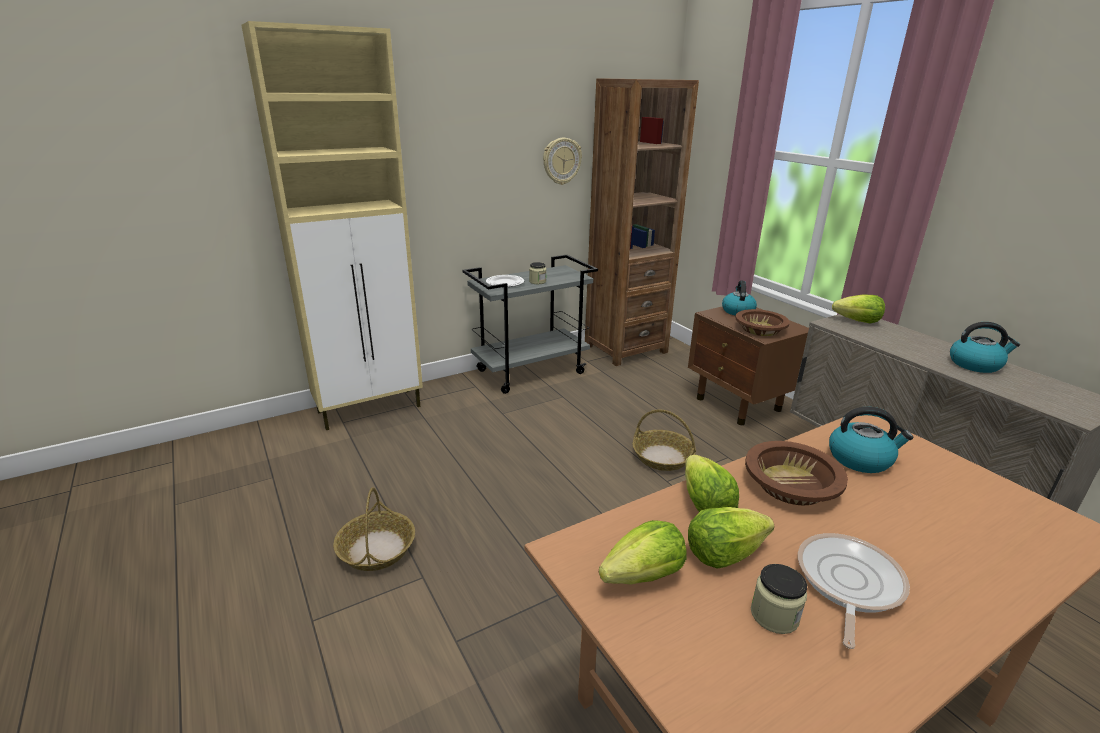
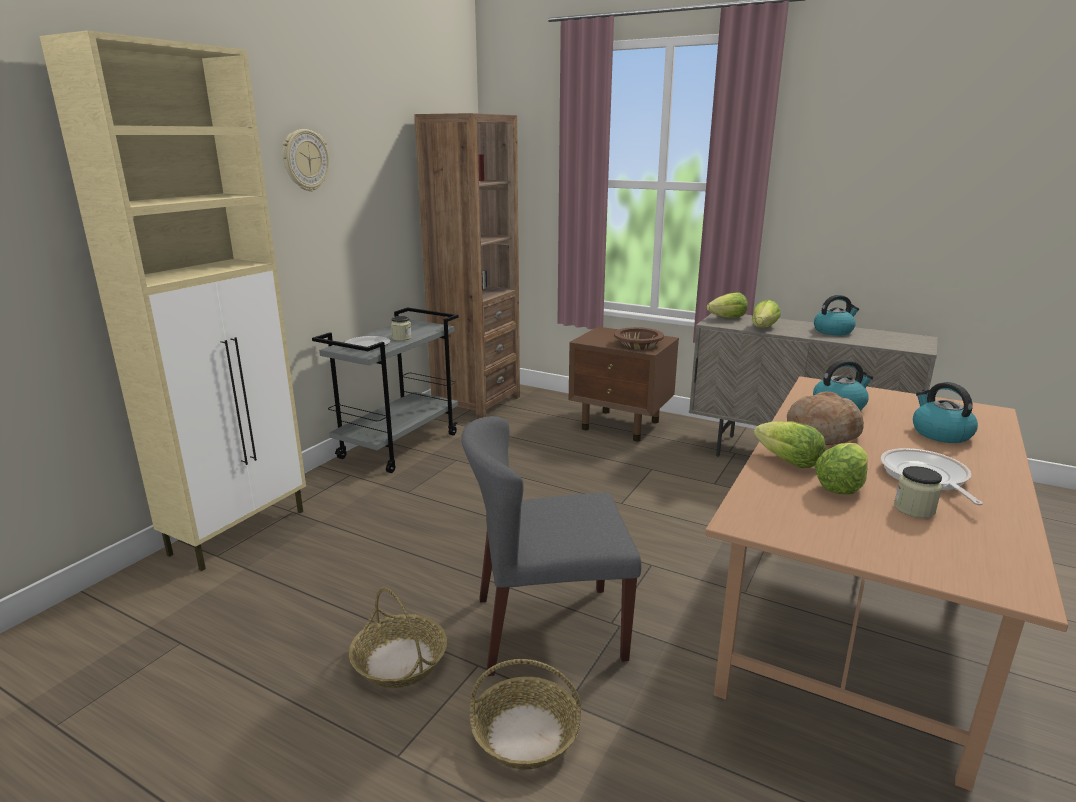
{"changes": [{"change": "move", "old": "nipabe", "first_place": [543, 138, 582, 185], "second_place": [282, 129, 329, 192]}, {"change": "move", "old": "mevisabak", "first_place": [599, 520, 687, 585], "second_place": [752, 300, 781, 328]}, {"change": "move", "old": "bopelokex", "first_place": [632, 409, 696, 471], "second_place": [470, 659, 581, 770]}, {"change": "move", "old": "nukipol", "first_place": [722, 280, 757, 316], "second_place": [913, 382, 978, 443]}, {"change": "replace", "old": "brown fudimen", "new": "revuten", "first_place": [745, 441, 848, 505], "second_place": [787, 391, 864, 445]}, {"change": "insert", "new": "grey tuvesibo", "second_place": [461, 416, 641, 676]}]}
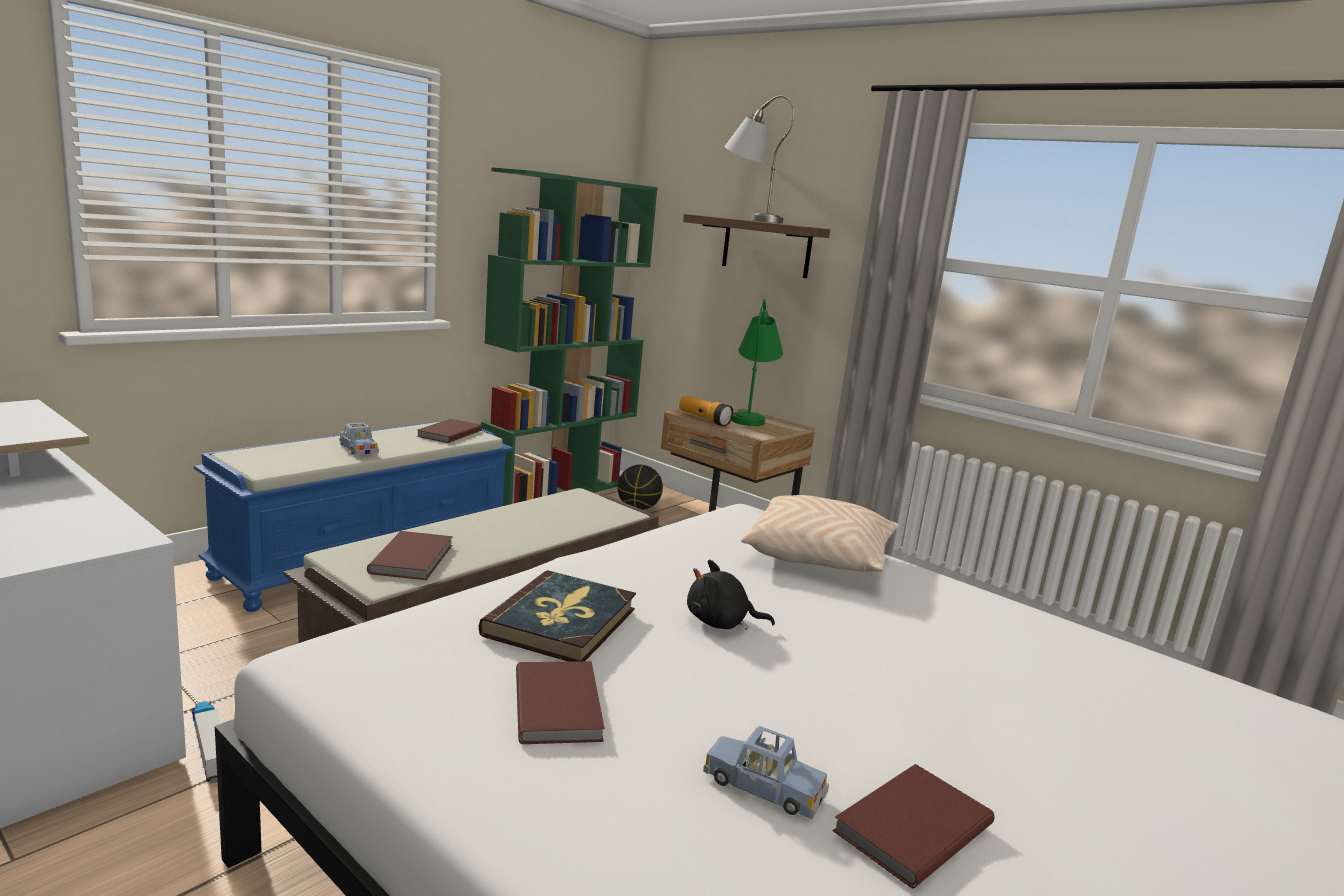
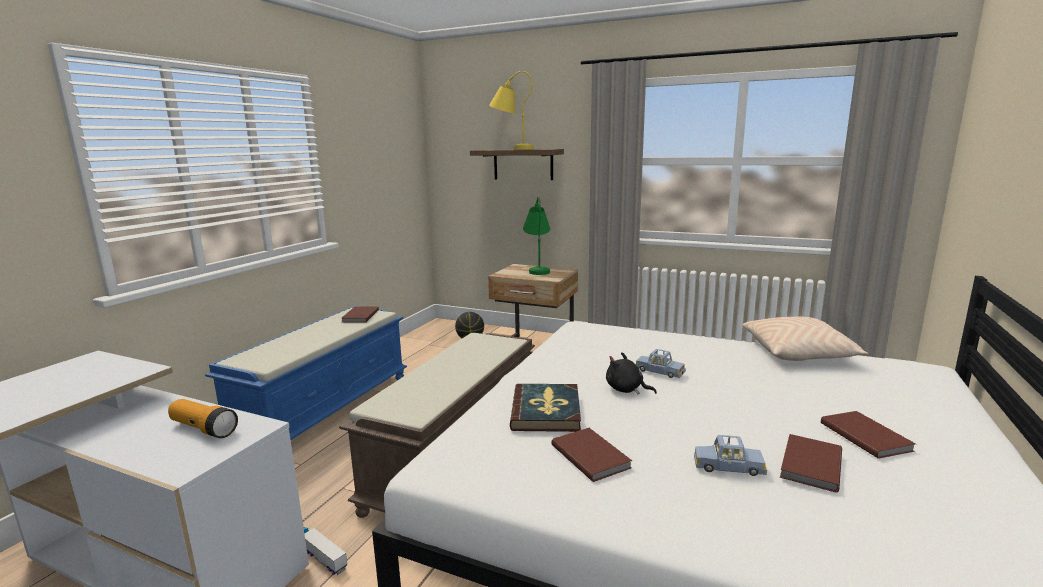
{"changes": [{"change": "move", "old": "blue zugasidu", "first_place": [339, 423, 379, 455], "second_place": [636, 349, 686, 378]}, {"change": "move", "old": "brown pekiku", "first_place": [367, 531, 453, 580], "second_place": [821, 411, 916, 459]}, {"change": "delete", "old": "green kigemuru", "first_place": [481, 167, 658, 506]}, {"change": "move", "old": "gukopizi", "first_place": [679, 396, 733, 426], "second_place": [168, 399, 238, 438]}, {"change": "rotate", "old": "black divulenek", "first_place": [687, 560, 775, 630], "second_place": [606, 352, 657, 394], "degrees": 45}, {"change": "recolor", "old": "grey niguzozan", "new": "yellow niguzozan", "first_place": [725, 95, 794, 224], "second_place": [489, 71, 534, 150]}, {"change": "move", "old": "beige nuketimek", "first_place": [741, 495, 900, 573], "second_place": [743, 317, 868, 361]}]}
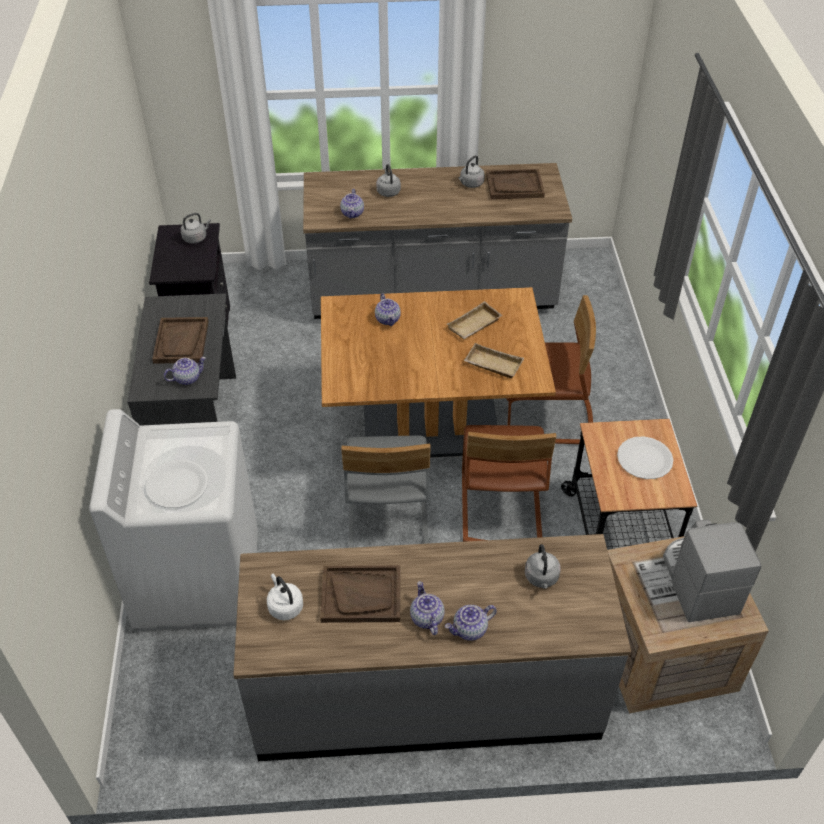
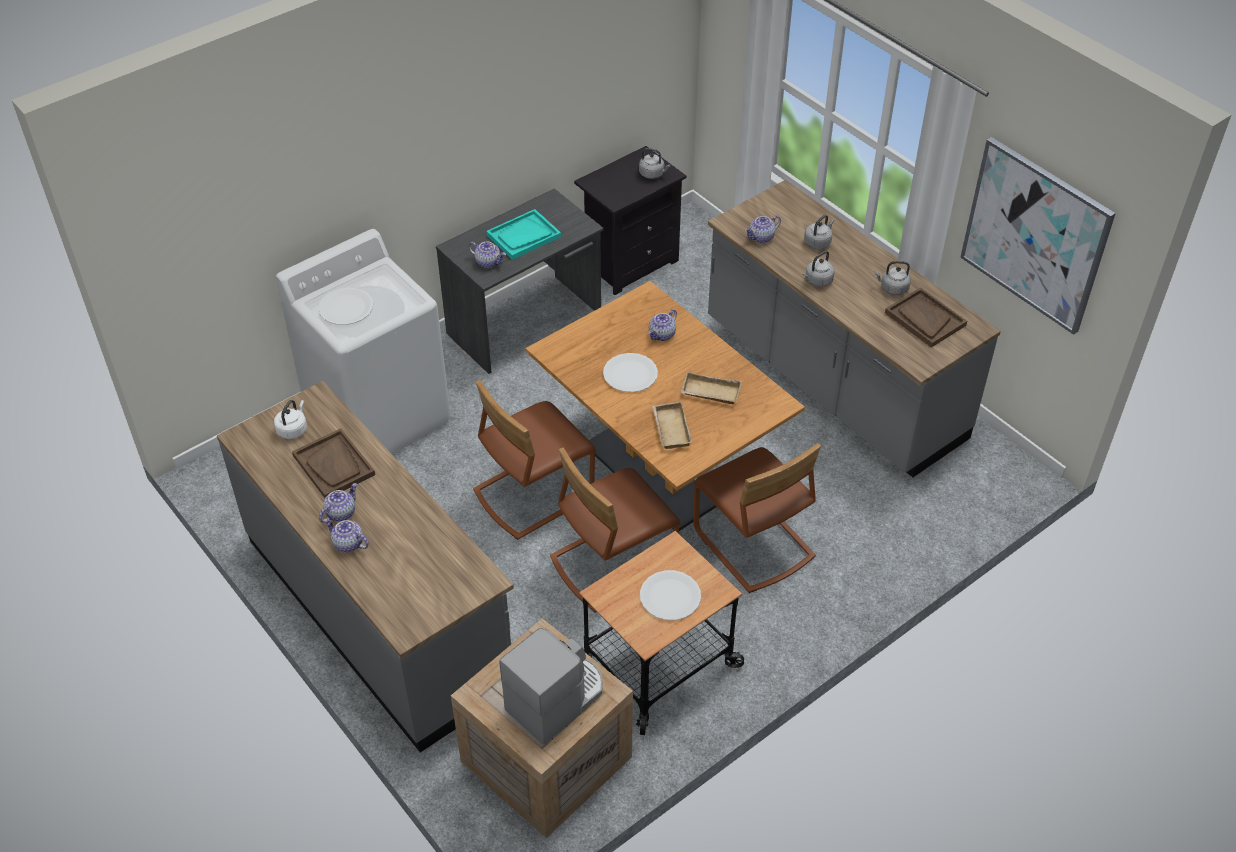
{"changes": [{"change": "recolor", "old": "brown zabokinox", "new": "turquoise zabokinox", "first_place": [152, 317, 209, 364], "second_place": [486, 209, 561, 260]}, {"change": "recolor", "old": "grey tuvesibo", "new": "brown tuvesibo", "first_place": [341, 436, 431, 548], "second_place": [473, 380, 596, 540]}, {"change": "move", "old": "grey nukipol", "first_place": [525, 544, 561, 589], "second_place": [803, 251, 834, 287]}, {"change": "insert", "new": "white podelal", "second_place": [603, 353, 658, 392]}, {"change": "insert", "new": "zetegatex", "second_place": [960, 137, 1116, 335]}]}
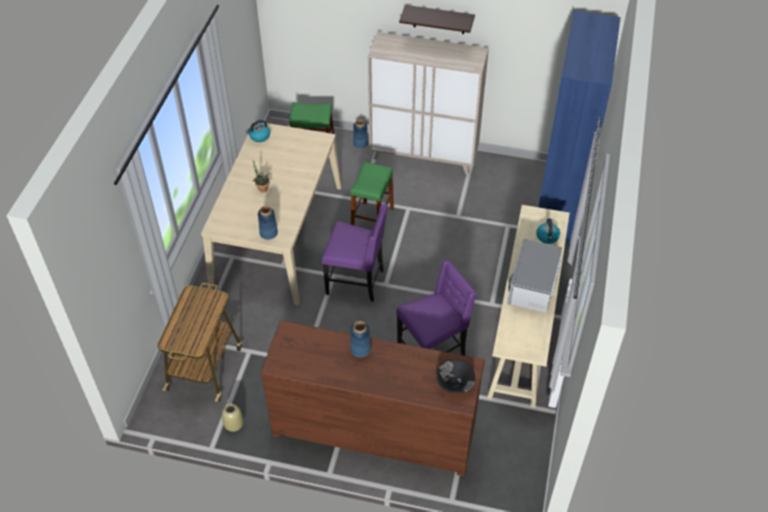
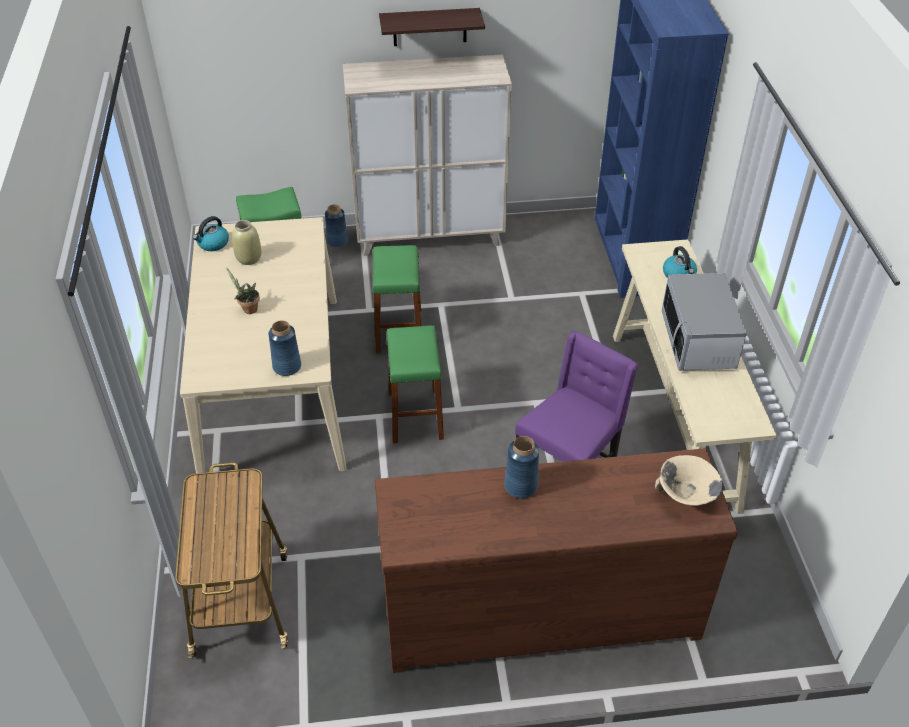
{"changes": [{"change": "move", "old": "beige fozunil", "first_place": [222, 404, 243, 432], "second_place": [232, 220, 262, 265]}, {"change": "replace", "old": "purple tuvesibo", "new": "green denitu", "first_place": [322, 204, 388, 302], "second_place": [386, 326, 444, 443]}, {"change": "recolor", "old": "black fudimen", "new": "beige fudimen", "first_place": [436, 359, 475, 393], "second_place": [655, 455, 723, 506]}]}
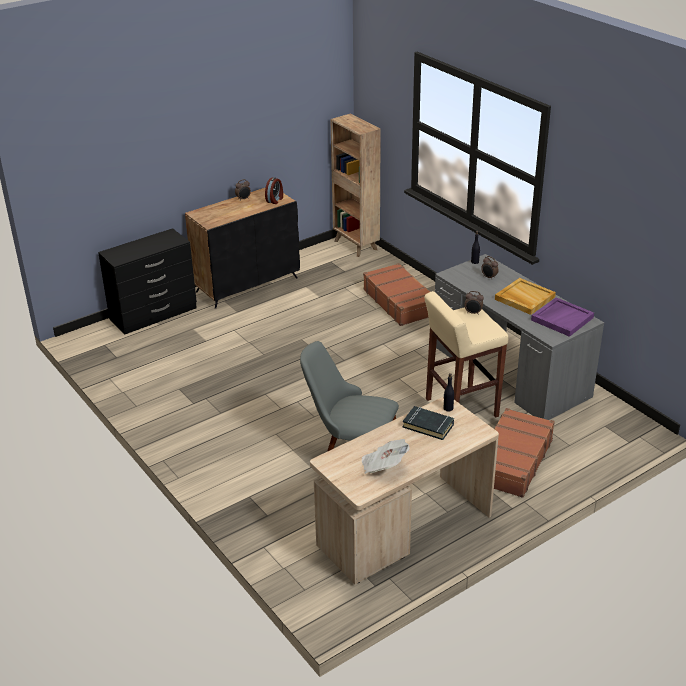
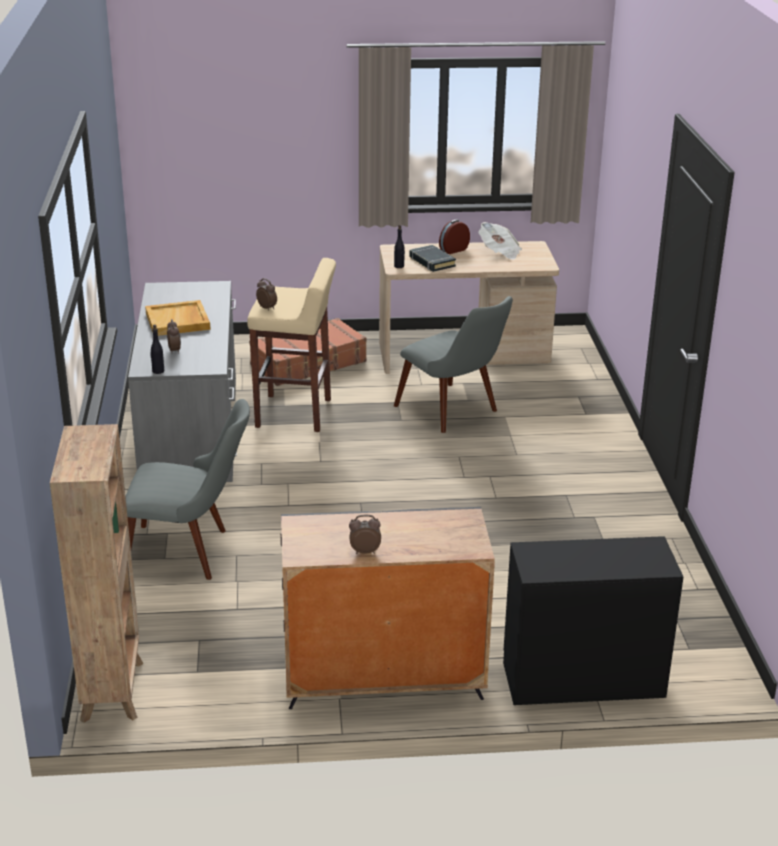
{"changes": [{"change": "move", "old": "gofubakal", "first_place": [265, 177, 283, 204], "second_place": [439, 220, 470, 254]}, {"change": "replace", "old": "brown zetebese", "new": "grey tuvesibo", "first_place": [363, 263, 430, 326], "second_place": [125, 399, 250, 580]}, {"change": "delete", "old": "purple zabokinox", "first_place": [531, 298, 594, 337]}]}
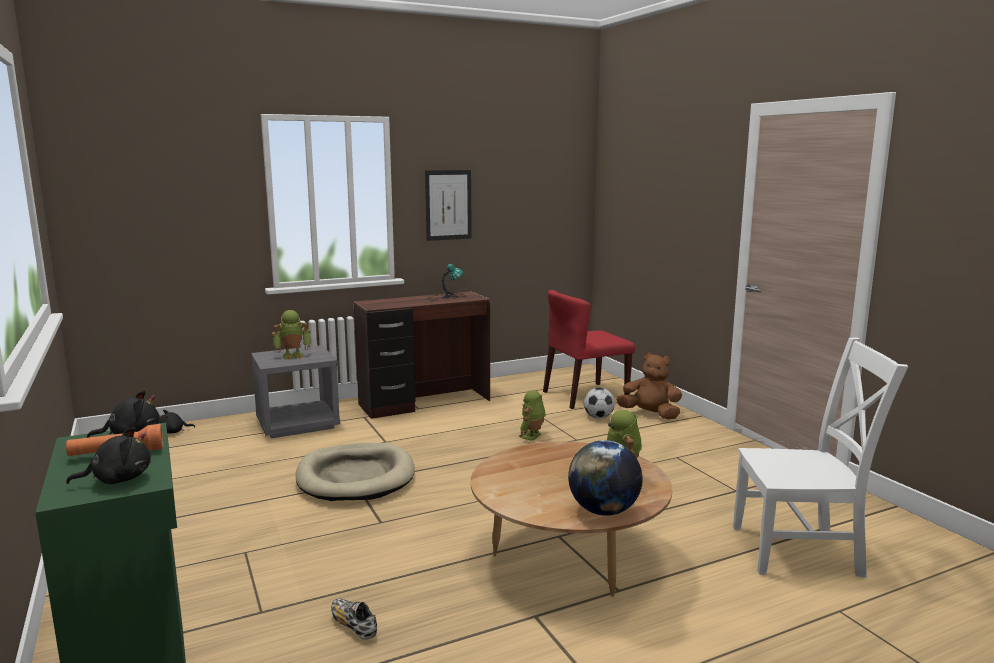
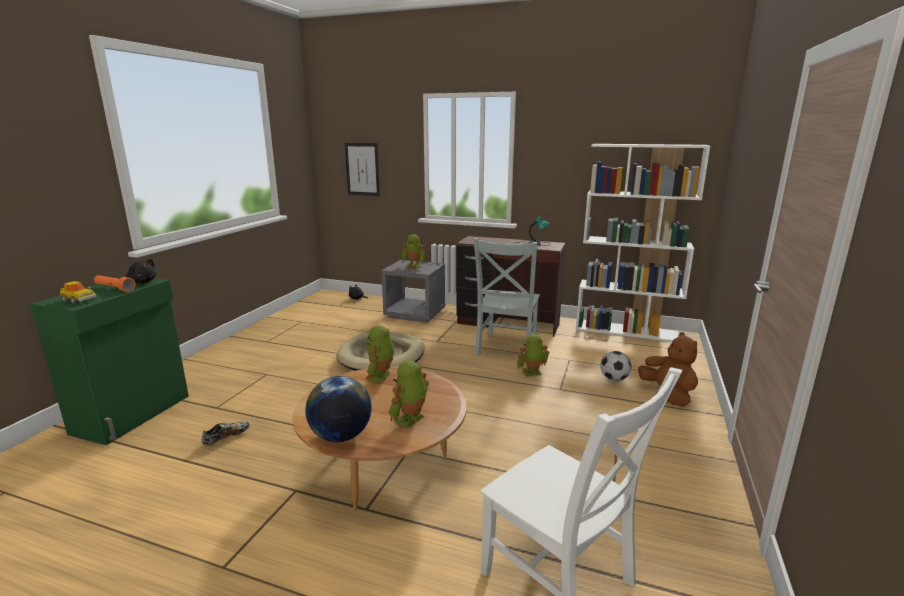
{"changes": [{"change": "replace", "old": "black divulenek", "new": "zugasidu", "first_place": [66, 427, 151, 484], "second_place": [60, 281, 96, 304]}, {"change": "rotate", "old": "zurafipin", "first_place": [331, 598, 377, 640], "second_place": [201, 421, 250, 446], "degrees": 45}, {"change": "move", "old": "zetegatex", "first_place": [425, 170, 472, 241], "second_place": [345, 143, 380, 196]}, {"change": "delete", "old": "red tuvesibo", "first_place": [543, 290, 635, 409]}, {"change": "insert", "new": "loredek", "second_place": [365, 325, 395, 383]}, {"change": "insert", "new": "grey tuvesibo", "second_place": [473, 238, 540, 356]}, {"change": "insert", "new": "white kigemuru", "second_place": [576, 144, 710, 342]}]}
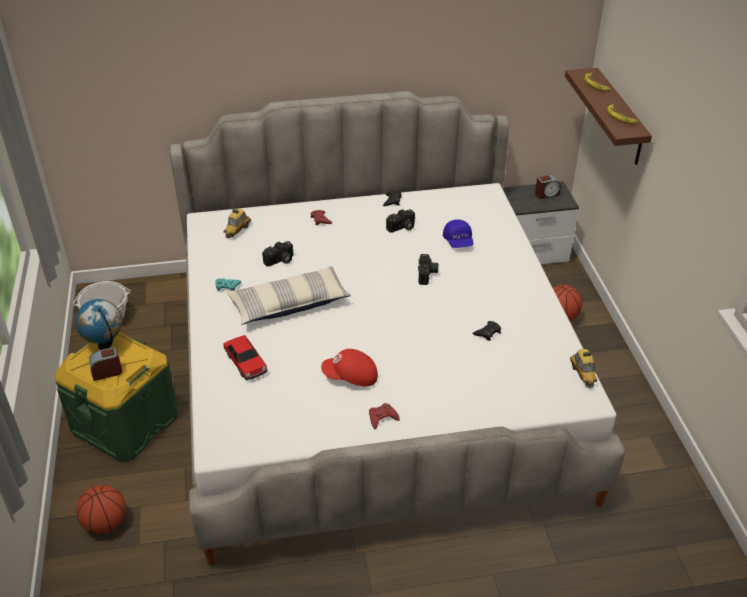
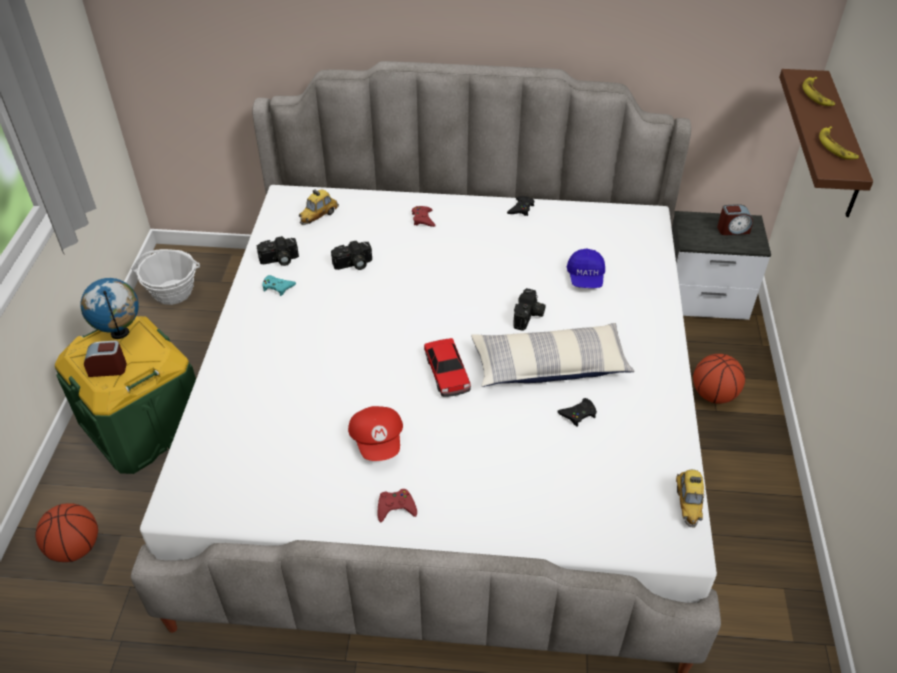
{"changes": [{"change": "move", "old": "zugasidu", "first_place": [223, 335, 267, 380], "second_place": [424, 338, 471, 397]}, {"change": "move", "old": "nuketimek", "first_place": [227, 266, 351, 325], "second_place": [471, 323, 635, 387]}, {"change": "rotate", "old": "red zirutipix", "first_place": [321, 349, 378, 387], "second_place": [348, 406, 403, 461], "degrees": -120}, {"change": "move", "old": "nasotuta", "first_place": [386, 209, 415, 233], "second_place": [257, 236, 299, 266]}]}
